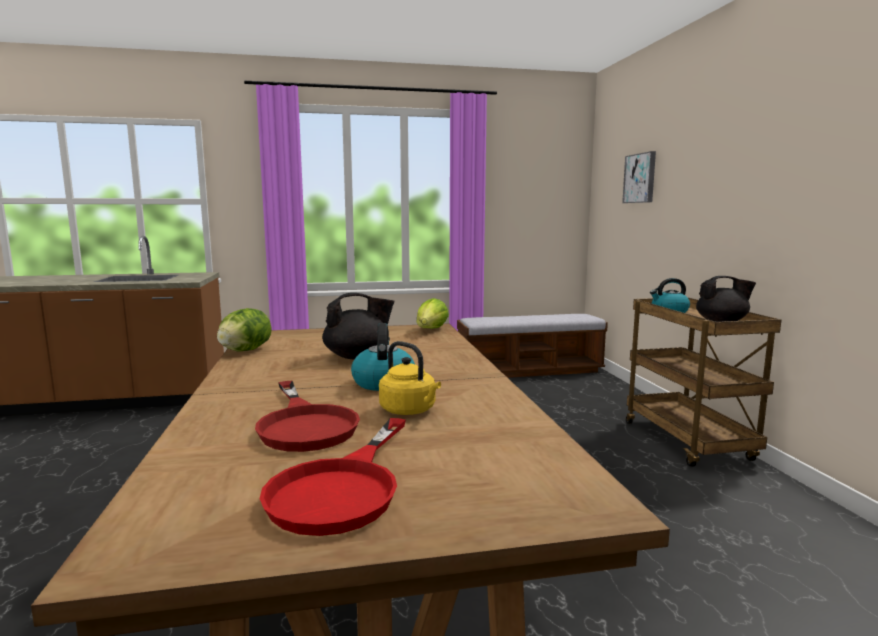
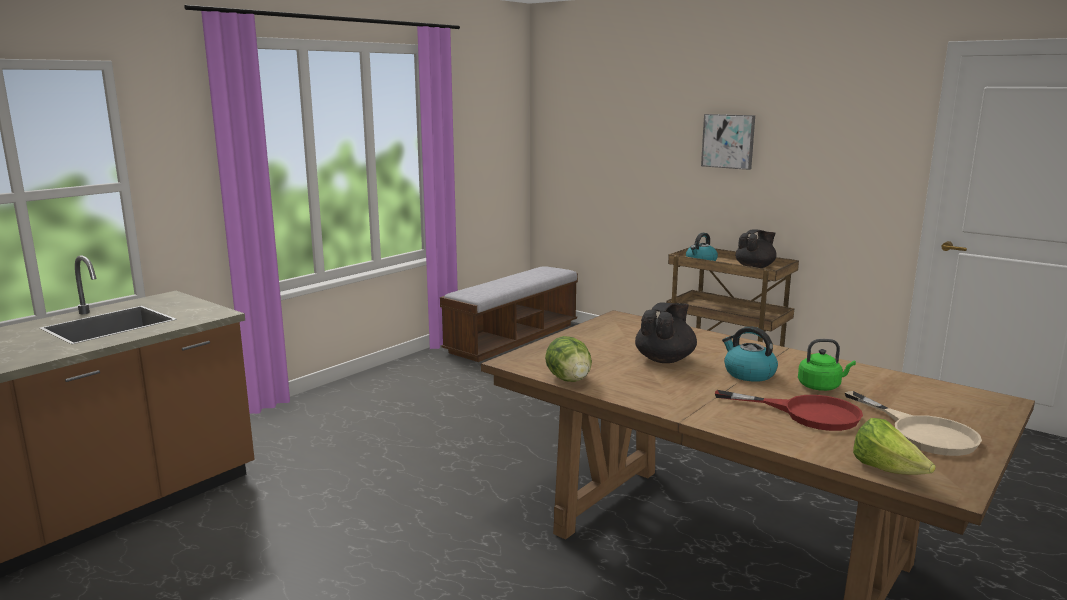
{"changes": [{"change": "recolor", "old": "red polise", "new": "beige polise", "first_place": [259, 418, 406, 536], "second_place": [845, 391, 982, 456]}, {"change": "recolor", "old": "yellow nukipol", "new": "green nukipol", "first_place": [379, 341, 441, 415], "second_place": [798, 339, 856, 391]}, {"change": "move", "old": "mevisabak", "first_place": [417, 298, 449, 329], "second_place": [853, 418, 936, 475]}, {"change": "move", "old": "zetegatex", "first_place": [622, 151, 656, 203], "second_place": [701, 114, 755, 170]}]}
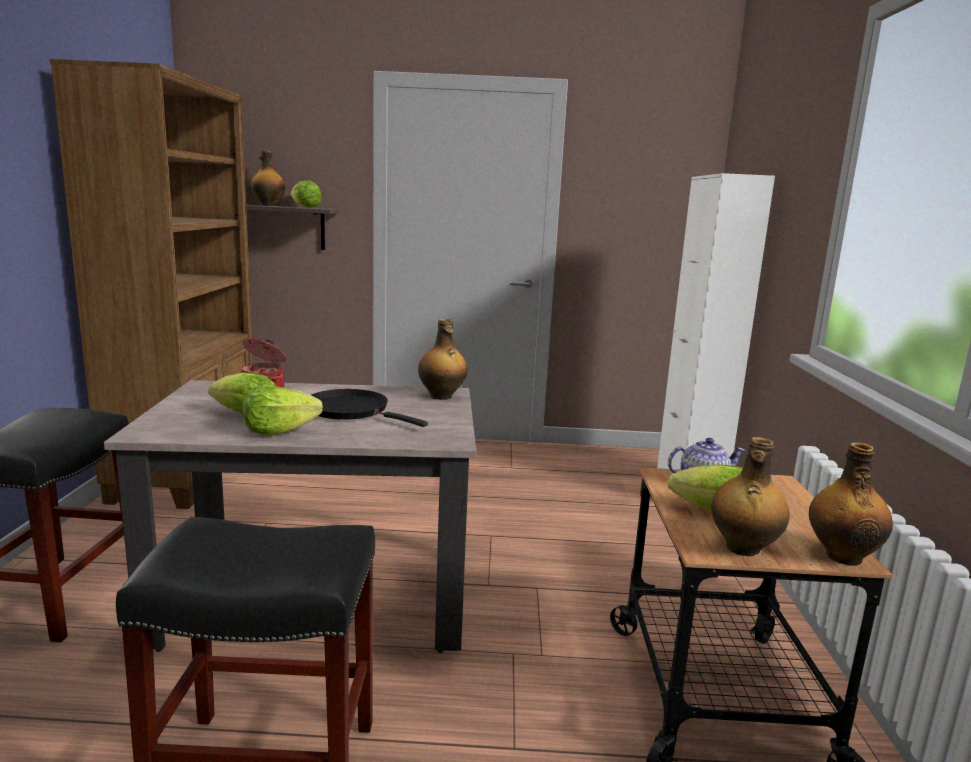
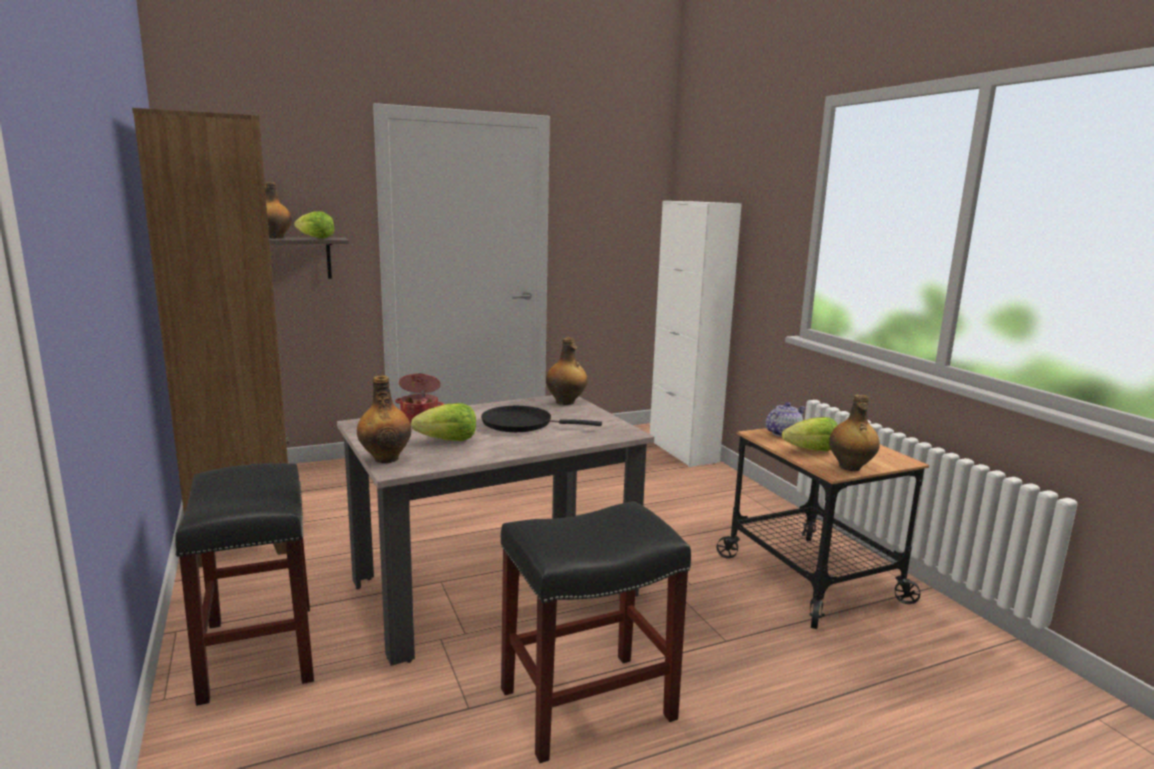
{"changes": [{"change": "delete", "old": "mevisabak", "first_place": [242, 386, 323, 435]}, {"change": "move", "old": "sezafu", "first_place": [809, 442, 893, 566], "second_place": [357, 376, 411, 463]}]}
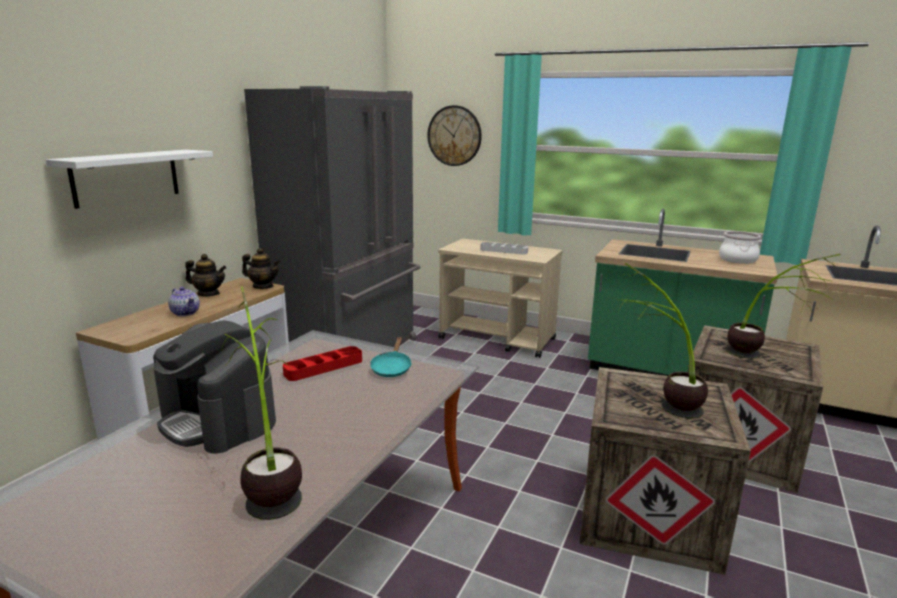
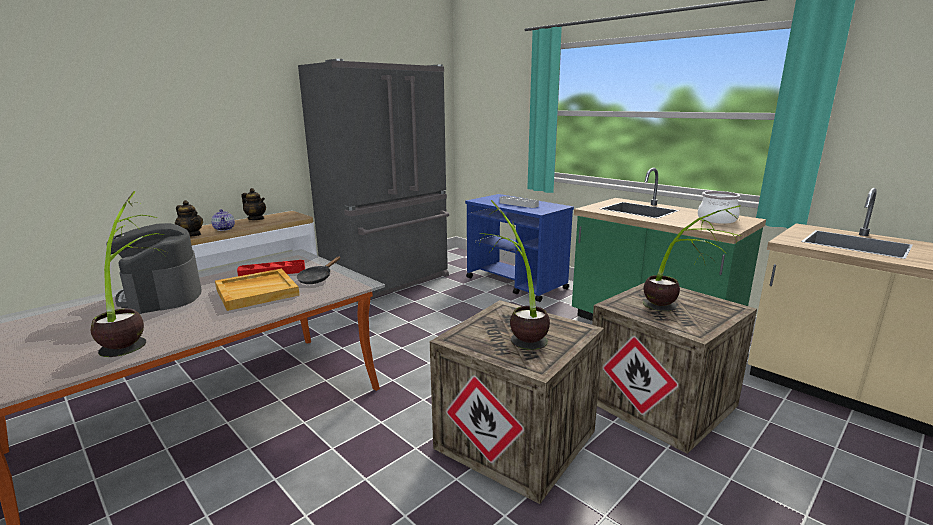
{"changes": [{"change": "delete", "old": "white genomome", "first_place": [46, 150, 213, 209]}, {"change": "move", "old": "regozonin", "first_place": [242, 248, 280, 289], "second_place": [175, 200, 203, 236]}, {"change": "recolor", "old": "turquoise polise", "new": "black polise", "first_place": [370, 337, 412, 377], "second_place": [297, 256, 340, 284]}, {"change": "delete", "old": "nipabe", "first_place": [427, 105, 482, 166]}, {"change": "recolor", "old": "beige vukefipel", "new": "blue vukefipel", "first_place": [438, 239, 563, 358], "second_place": [465, 194, 574, 302]}, {"change": "insert", "new": "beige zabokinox", "second_place": [215, 269, 300, 311]}]}
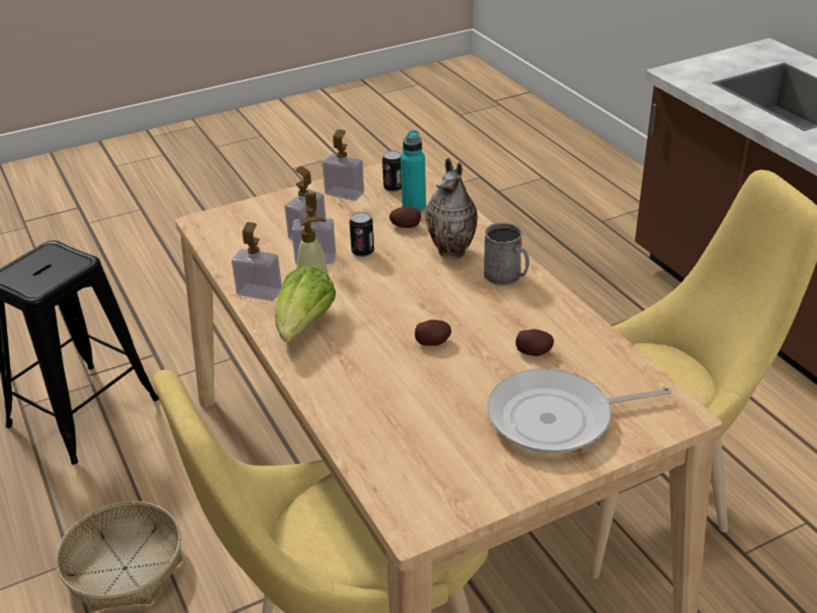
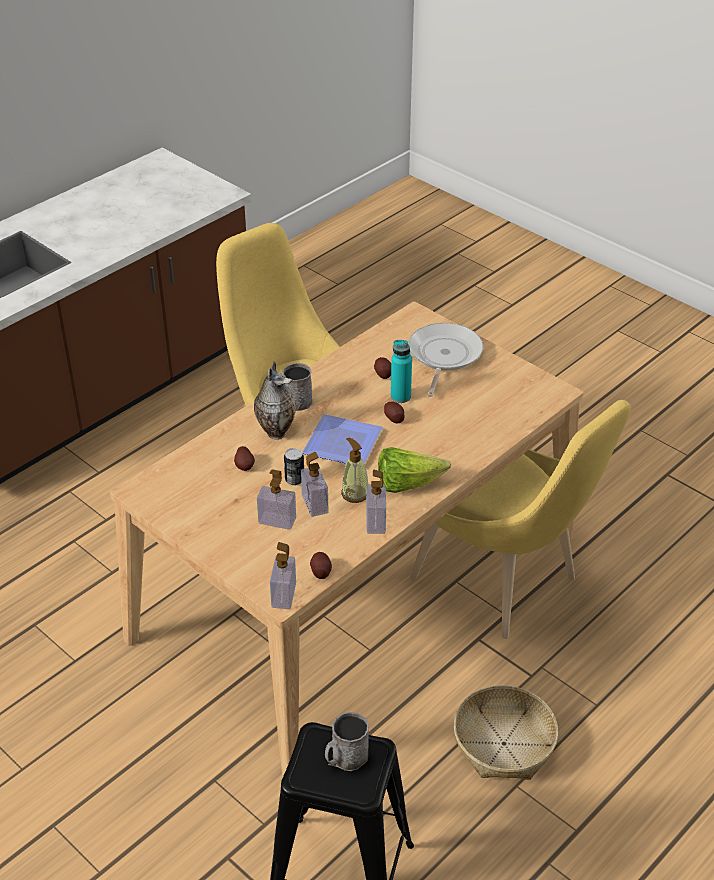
{"changes": [{"change": "move", "old": "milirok", "first_place": [322, 129, 364, 201], "second_place": [270, 542, 296, 609]}, {"change": "delete", "old": "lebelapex", "first_place": [382, 150, 402, 192]}, {"change": "move", "old": "turquoise sezafu", "first_place": [400, 130, 426, 212], "second_place": [391, 340, 412, 403]}, {"change": "rotate", "old": "polise", "first_place": [487, 369, 672, 454], "second_place": [408, 323, 483, 397], "degrees": -135}, {"change": "insert", "new": "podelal", "second_place": [302, 414, 383, 464]}, {"change": "insert", "new": "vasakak", "second_place": [310, 552, 332, 579]}, {"change": "insert", "new": "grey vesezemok", "second_place": [325, 712, 369, 771]}]}
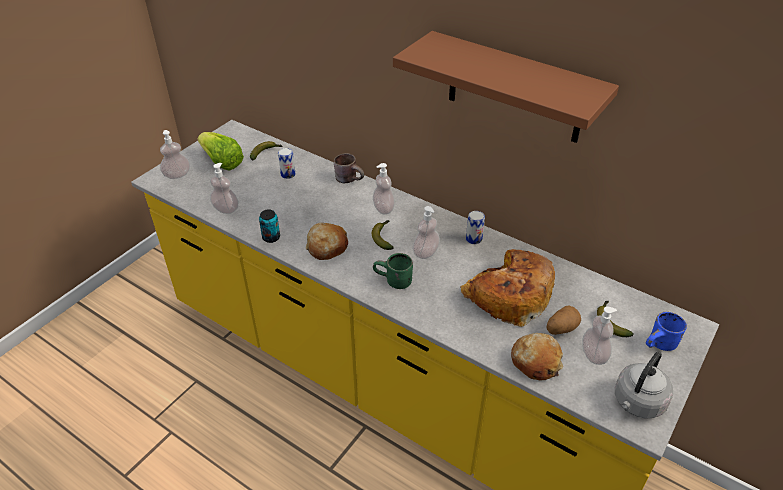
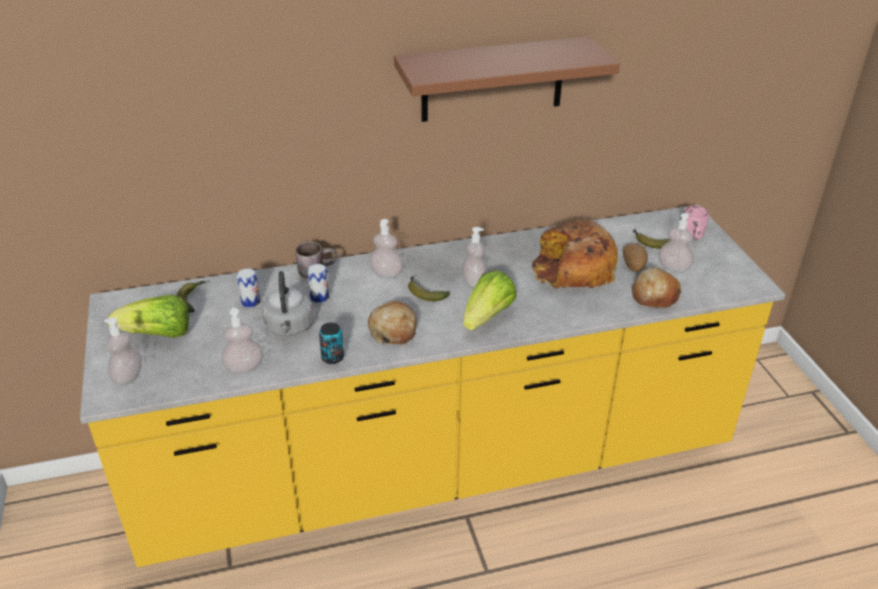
{"changes": [{"change": "replace", "old": "green vesezemok", "new": "mevisabak", "first_place": [373, 253, 413, 289], "second_place": [463, 270, 517, 331]}, {"change": "move", "old": "lebelapex", "first_place": [466, 211, 485, 244], "second_place": [307, 264, 329, 303]}, {"change": "move", "old": "grey nukipol", "first_place": [615, 351, 673, 419], "second_place": [262, 271, 314, 336]}, {"change": "recolor", "old": "blue vesezemok", "new": "pink vesezemok", "first_place": [646, 312, 687, 351], "second_place": [682, 206, 710, 239]}]}
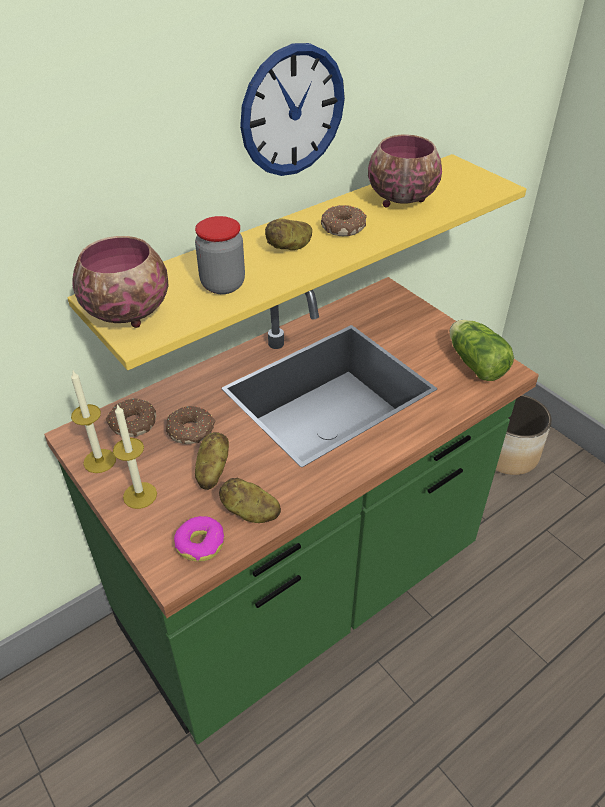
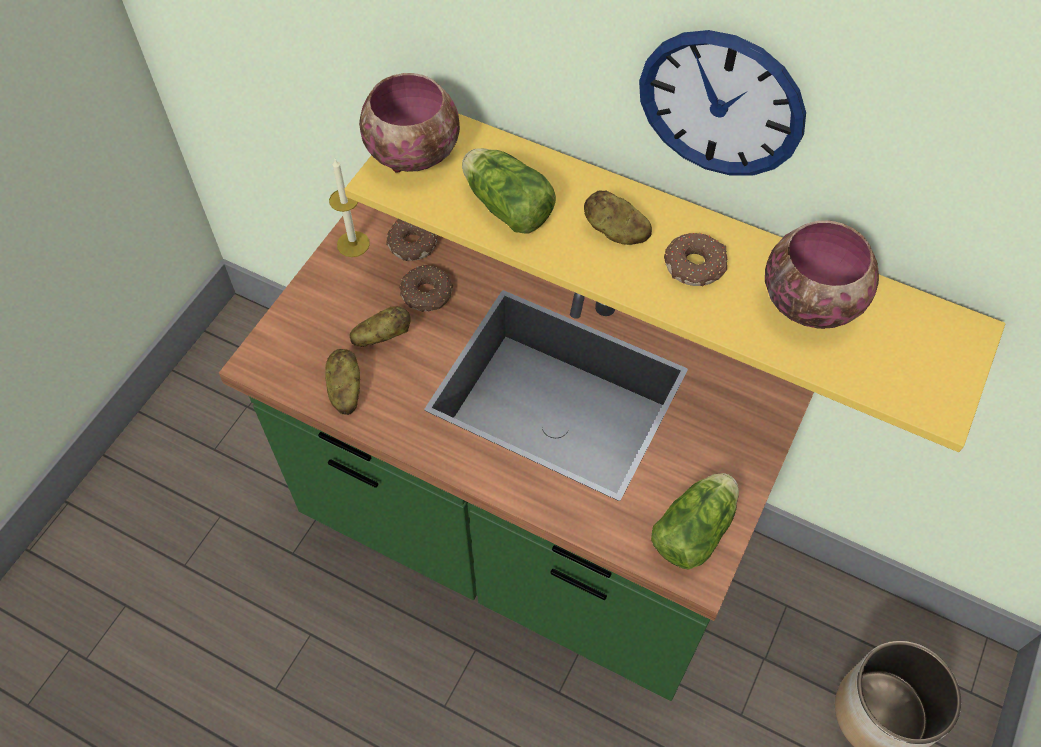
{"changes": [{"change": "delete", "old": "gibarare", "first_place": [113, 404, 157, 509]}, {"change": "delete", "old": "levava", "first_place": [174, 516, 224, 562]}, {"change": "replace", "old": "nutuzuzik", "new": "mevisabak", "first_place": [195, 216, 245, 294], "second_place": [462, 148, 556, 233]}]}
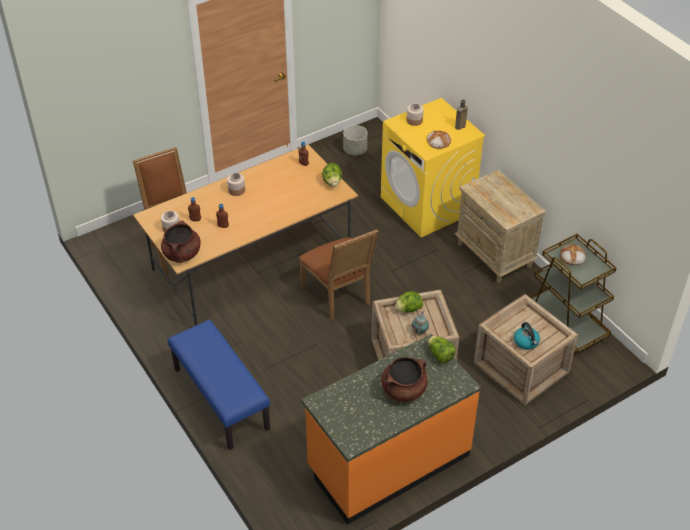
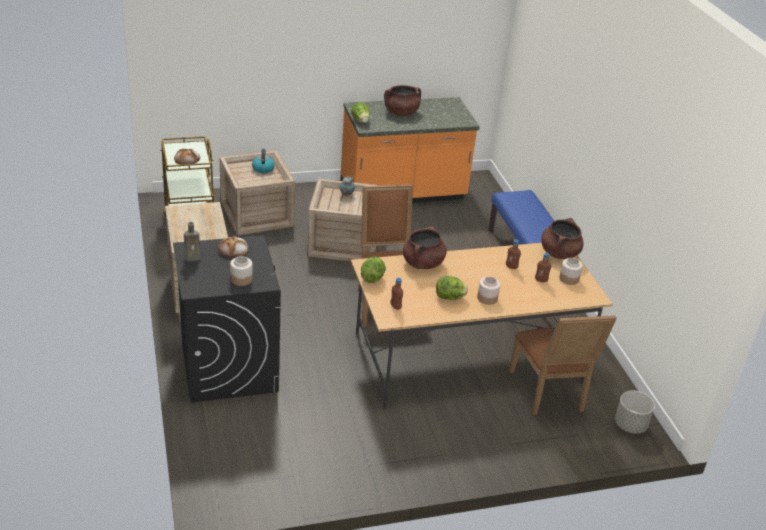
{"changes": [{"change": "move", "old": "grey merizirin", "first_place": [343, 125, 368, 155], "second_place": [615, 391, 655, 434]}, {"change": "recolor", "old": "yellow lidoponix", "new": "black lidoponix", "first_place": [381, 98, 486, 237], "second_place": [173, 235, 281, 403]}, {"change": "move", "old": "mevisabak", "first_place": [395, 291, 423, 313], "second_place": [436, 276, 468, 300]}, {"change": "insert", "new": "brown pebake", "second_place": [403, 227, 447, 269]}]}
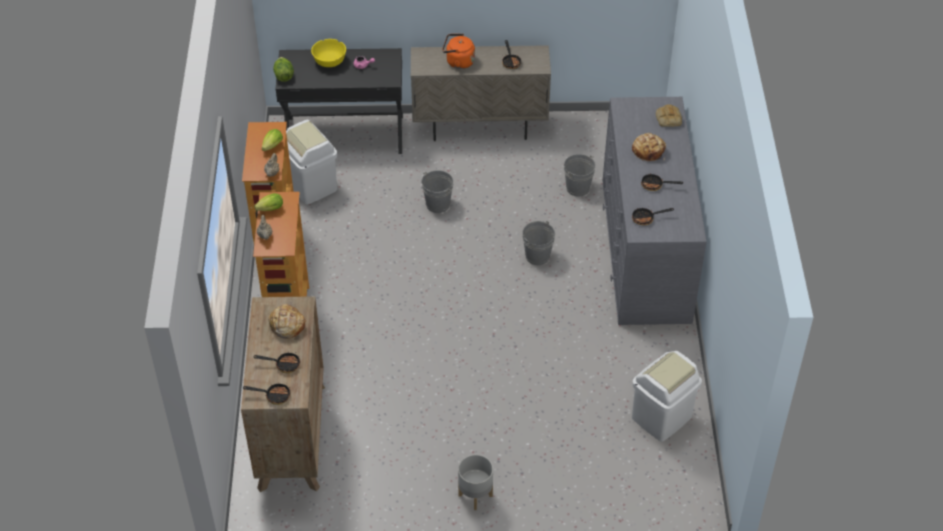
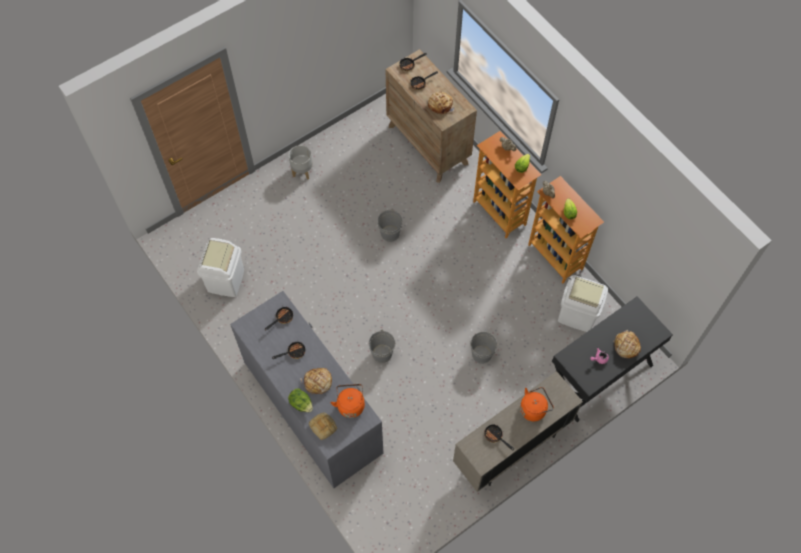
{"changes": [{"change": "move", "old": "mevisabak", "first_place": [273, 57, 294, 82], "second_place": [288, 389, 313, 412]}, {"change": "replace", "old": "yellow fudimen", "new": "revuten", "first_place": [311, 39, 346, 67], "second_place": [614, 330, 641, 358]}, {"change": "move", "old": "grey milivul", "first_place": [564, 154, 596, 196], "second_place": [377, 208, 402, 242]}, {"change": "insert", "new": "orange nukipol", "second_place": [331, 384, 365, 418]}]}
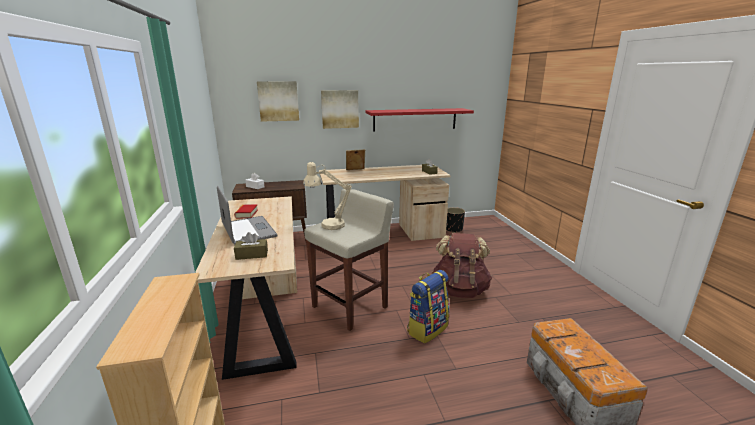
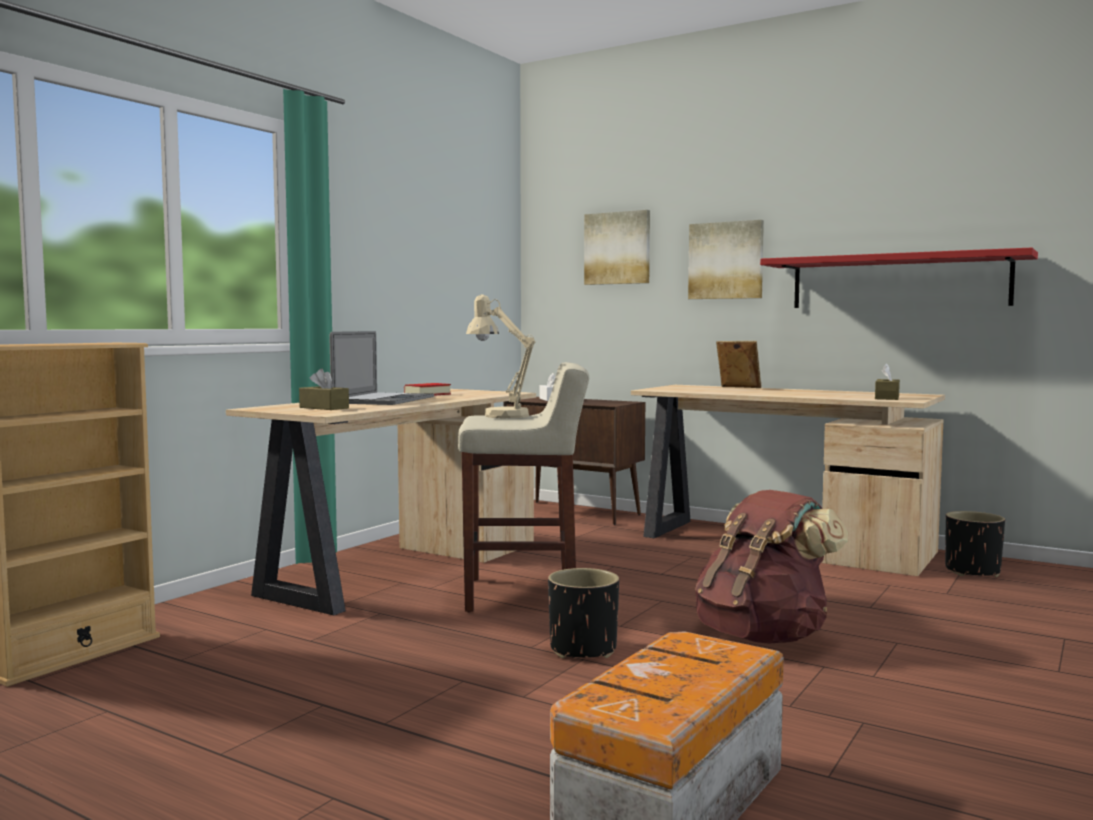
{"changes": [{"change": "replace", "old": "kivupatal", "new": "black merizirin", "first_place": [407, 270, 449, 343], "second_place": [548, 568, 619, 658]}]}
